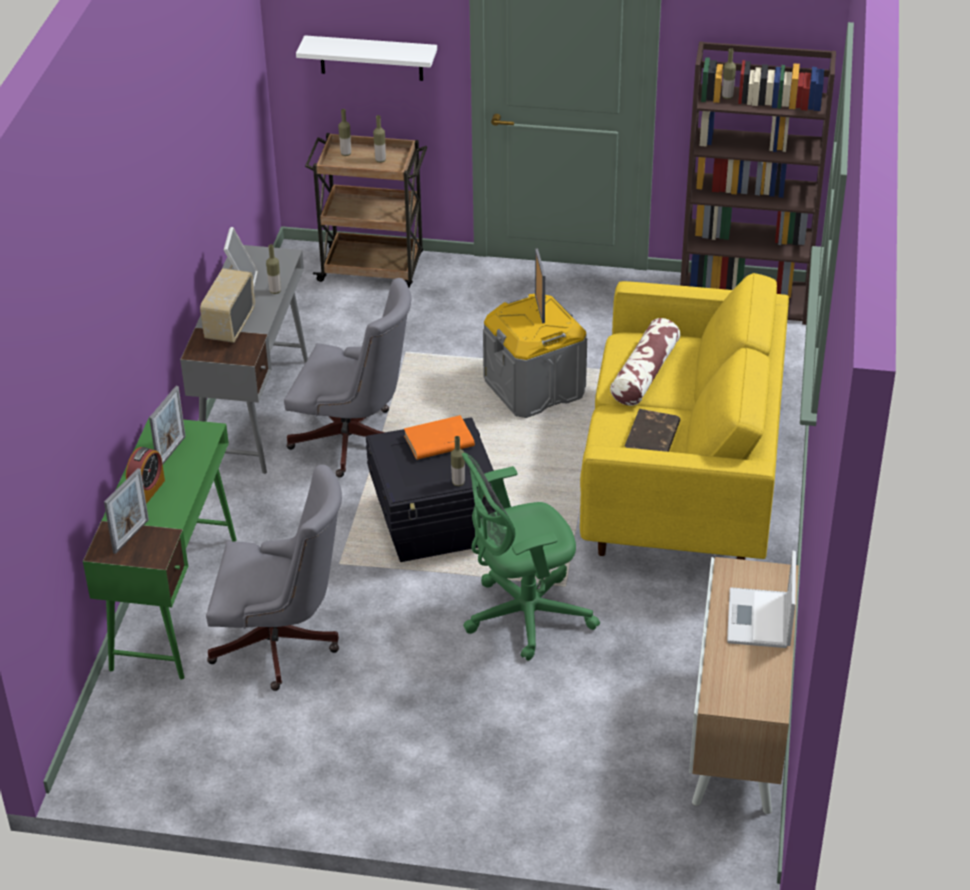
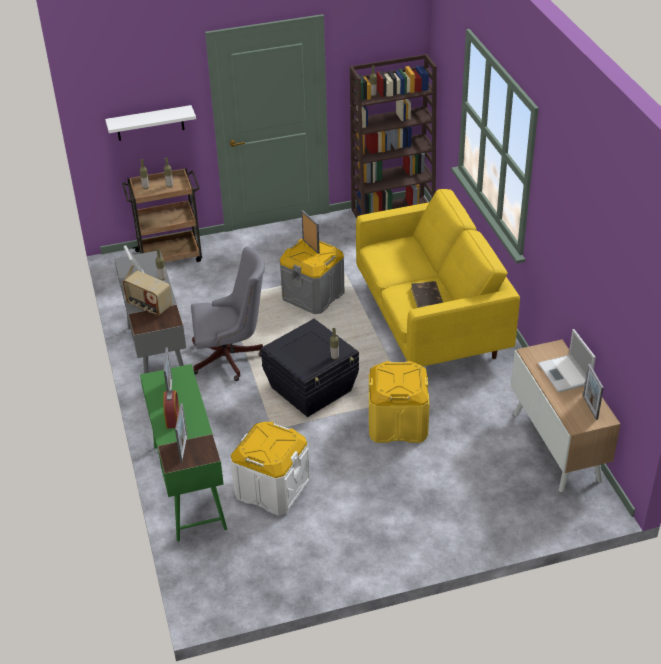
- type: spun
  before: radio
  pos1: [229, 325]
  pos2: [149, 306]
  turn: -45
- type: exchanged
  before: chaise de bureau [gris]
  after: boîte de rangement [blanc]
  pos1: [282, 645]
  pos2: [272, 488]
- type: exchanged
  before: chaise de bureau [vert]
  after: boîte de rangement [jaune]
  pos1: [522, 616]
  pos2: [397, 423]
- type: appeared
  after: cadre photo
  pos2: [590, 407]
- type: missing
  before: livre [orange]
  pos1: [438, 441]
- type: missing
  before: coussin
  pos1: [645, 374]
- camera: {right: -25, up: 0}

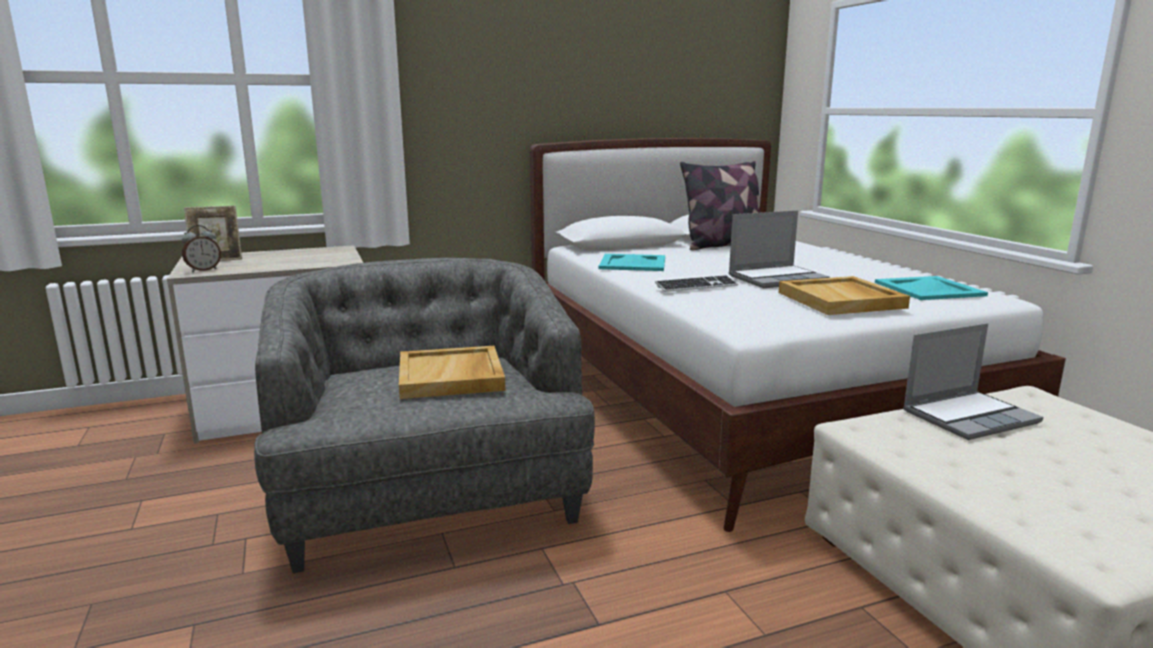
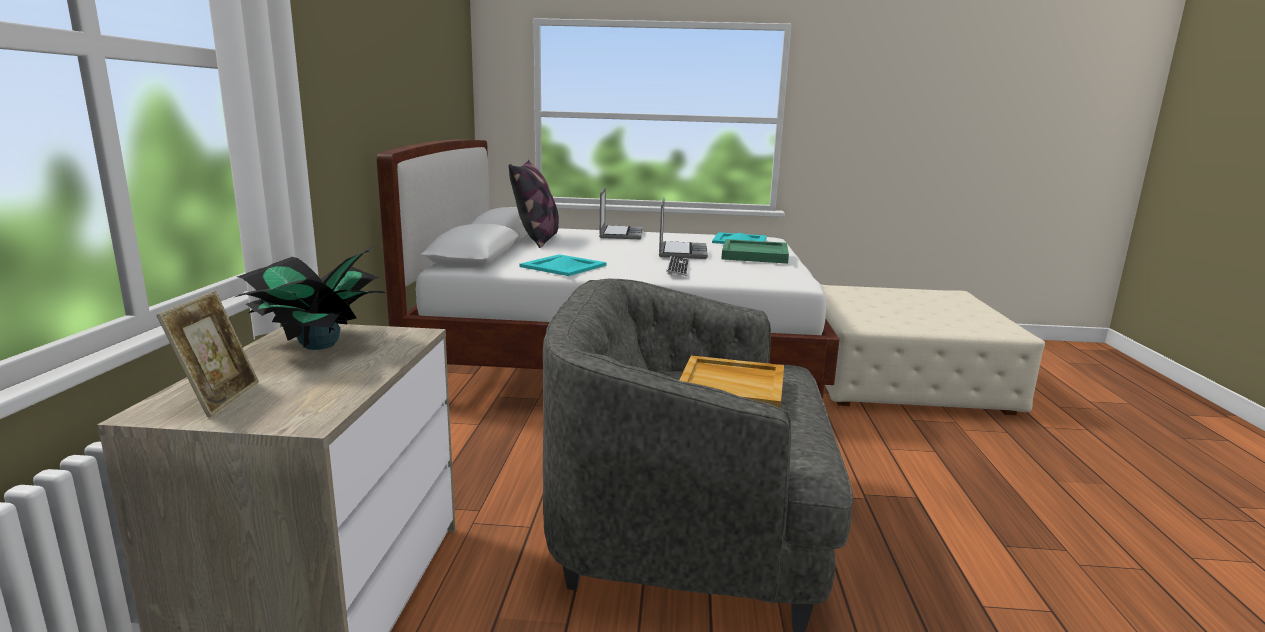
- type: appeared
  after: plante en pot
  pos2: [318, 346]
- type: relocated
  before: ordinateur portable
  pos1: [969, 416]
  pos2: [620, 234]
- type: colour
  before: plateau [beige]
  after: plateau [vert]
  pos1: [842, 300]
  pos2: [755, 255]
- type: missing
  before: réveil
  pos1: [203, 270]
- camera: {right: -65, up: 0}

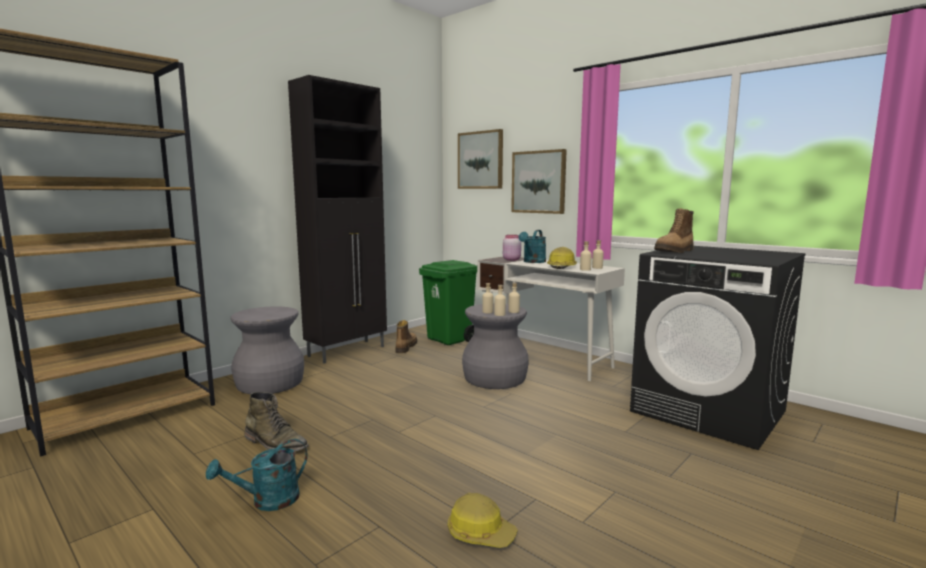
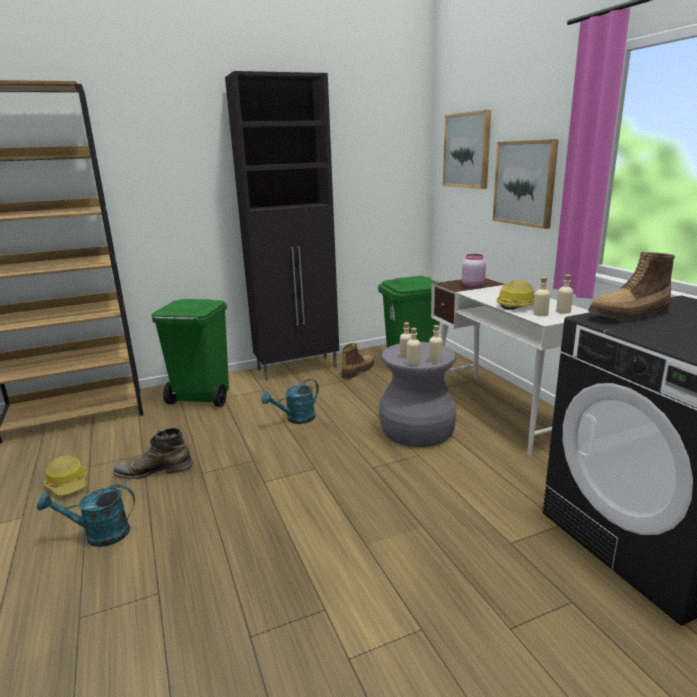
- type: relocated
  before: casque de chantier
  pos1: [480, 533]
  pos2: [68, 484]
- type: spun
  before: botte [vert]
  pos1: [275, 443]
  pos2: [154, 470]
  turn: 120
- type: exchanged
  before: tabouret [gris]
  after: poubelle [vert]
  pos1: [269, 384]
  pos2: [201, 398]
- type: relocated
  before: arrosoir [turquoise]
  pos1: [533, 262]
  pos2: [296, 419]
- camera: {right: 25, up: 10}

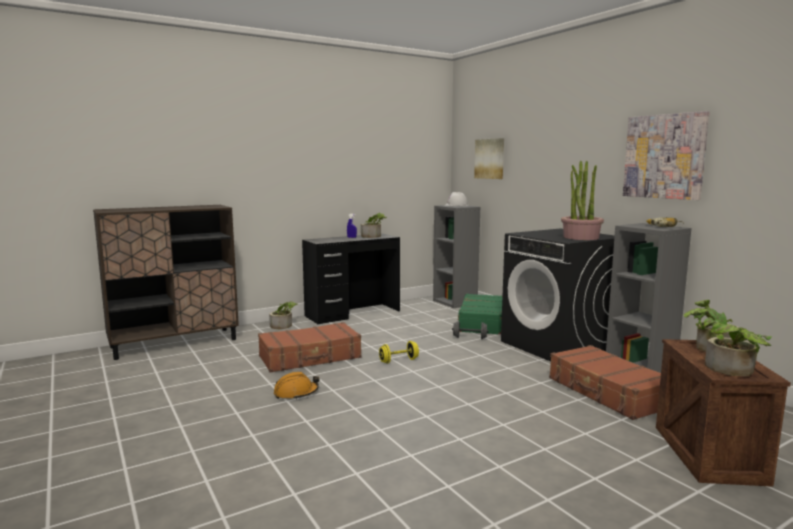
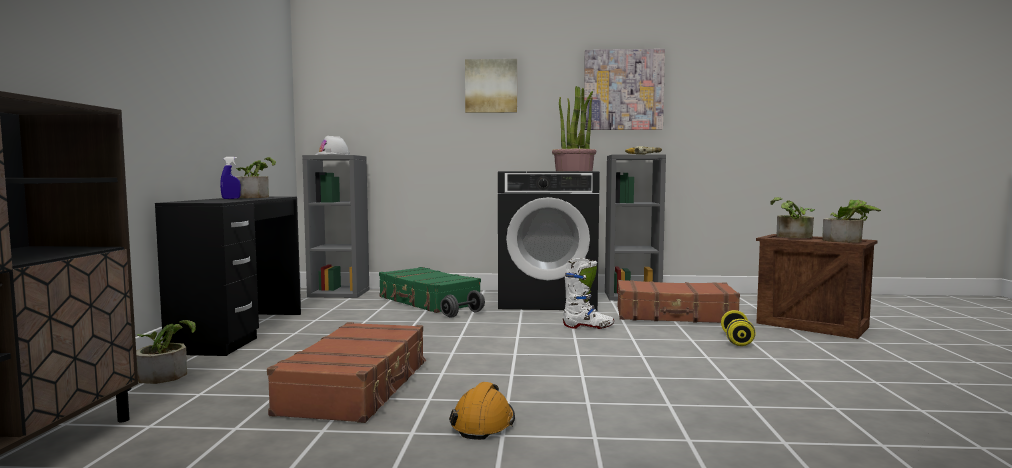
- type: relocated
  before: tableau
  pos1: [490, 158]
  pos2: [491, 86]
- type: appeared
  after: botte [blanc]
  pos2: [588, 327]
- type: relocated
  before: haltère [jaune]
  pos1: [398, 361]
  pos2: [737, 340]
- camera: {right: -55, up: -5}

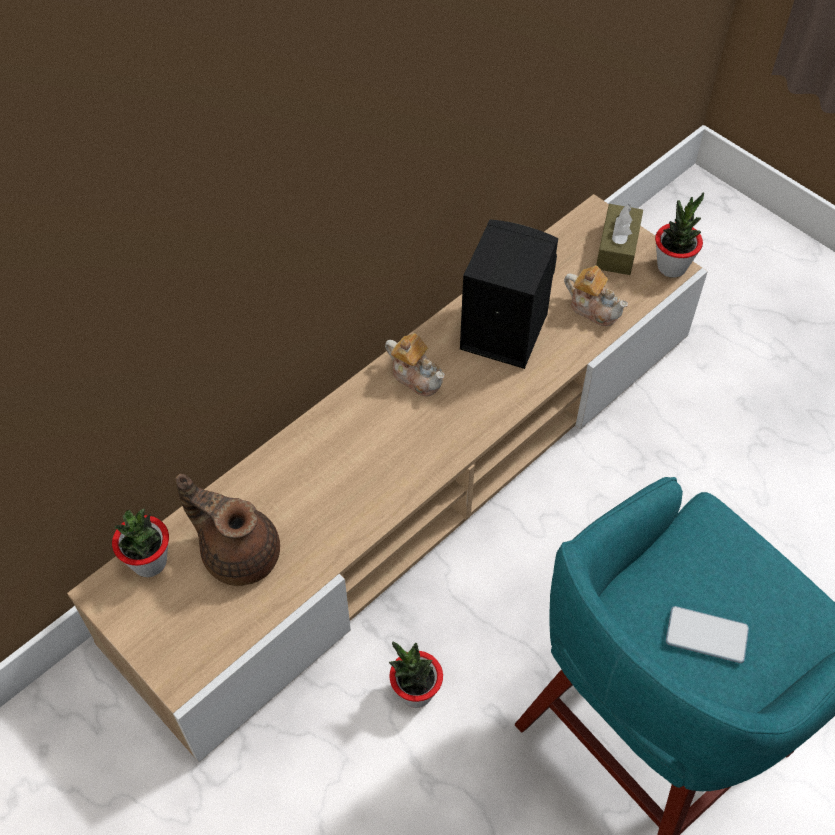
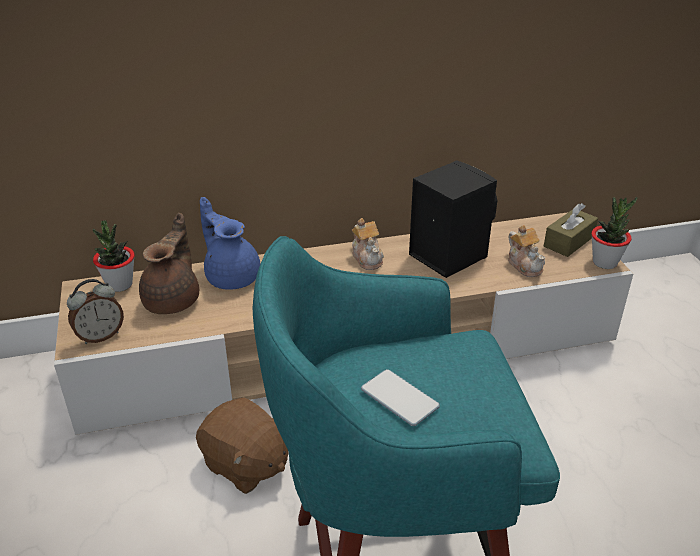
- type: appeared
  after: réveil
  pos2: [100, 336]
- type: spun
  before: théière [marron]
  pos1: [239, 552]
  pos2: [174, 300]
  turn: 45
- type: exchanged
  before: plante en pot
  after: peluche [marron]
  pos1: [415, 692]
  pos2: [246, 464]
- type: appeared
  after: théière [bleu]
  pos2: [232, 276]
- camera: {right: 30, up: -20}

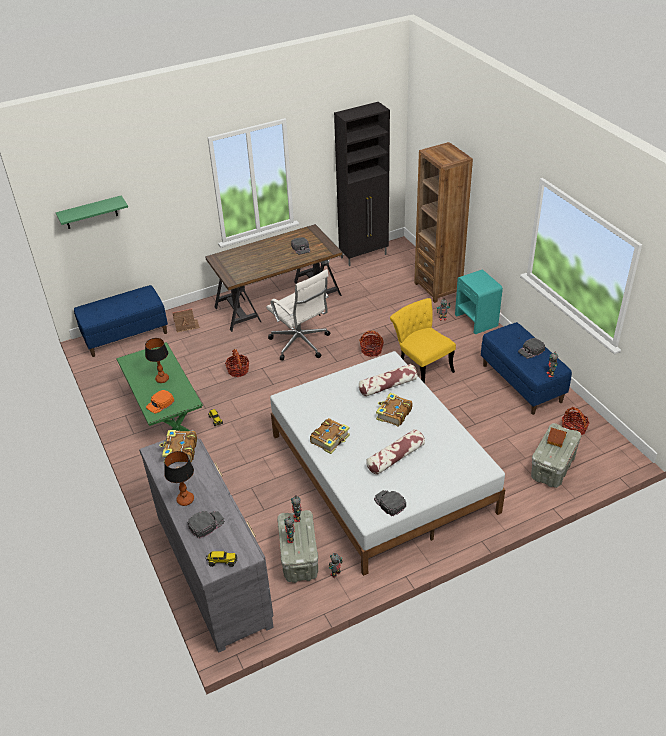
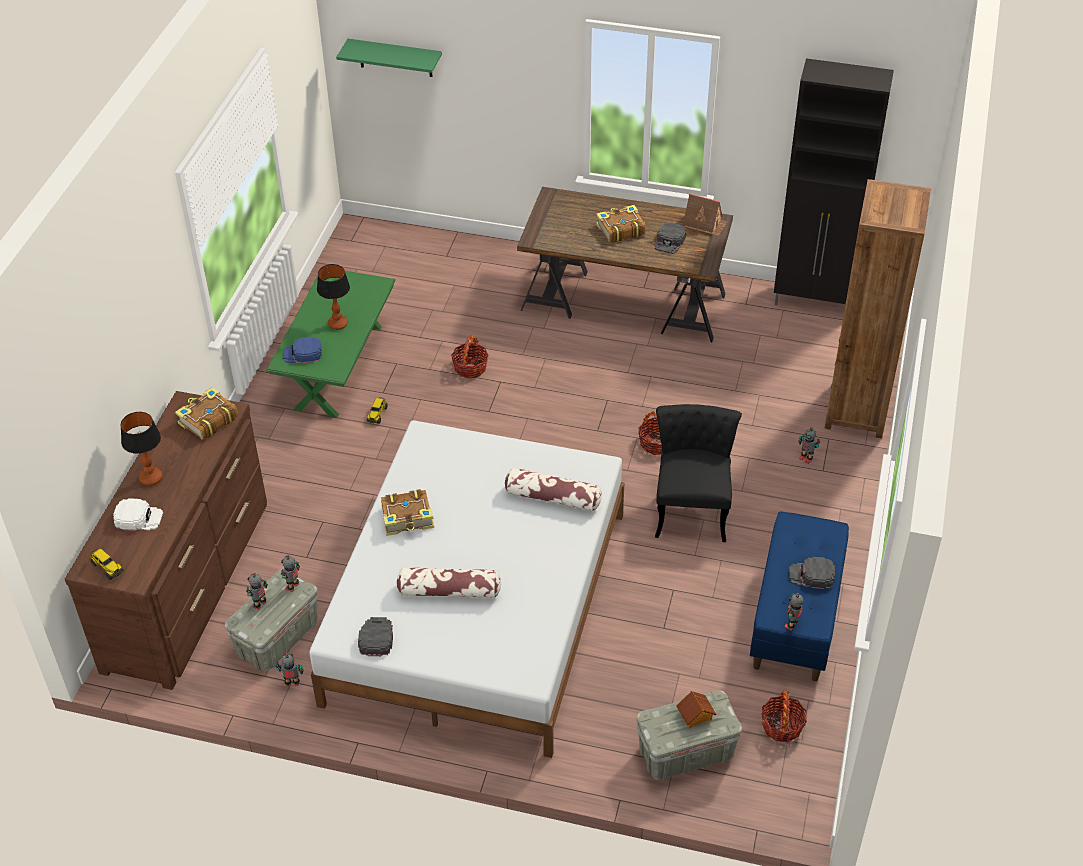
- type: colour
  before: commode [gris]
  after: commode [marron]
  pos1: [213, 568]
  pos2: [188, 583]
- type: colour
  before: casquette [noir]
  after: casquette [blanc]
  pos1: [206, 524]
  pos2: [139, 518]
- type: colour
  before: casquette [orange]
  after: casquette [bleu]
  pos1: [160, 404]
  pos2: [302, 353]
- type: relocated
  before: livre
  pos1: [393, 414]
  pos2: [620, 230]
- type: colour
  before: chaise [jaune]
  after: chaise [noir]
  pos1: [421, 367]
  pos2: [691, 507]
- type: relocated
  before: maison miniature
  pos1: [186, 326]
  pos2: [704, 224]
- type: missing
  before: banc [bleu]
  pos1: [126, 335]
- type: missing
  before: chaise de bureau [blanc]
  pos1: [300, 344]
- type: missing
  before: table de chevet [turquoise]
  pos1: [476, 320]
- camera: {right: 40, up: 5}

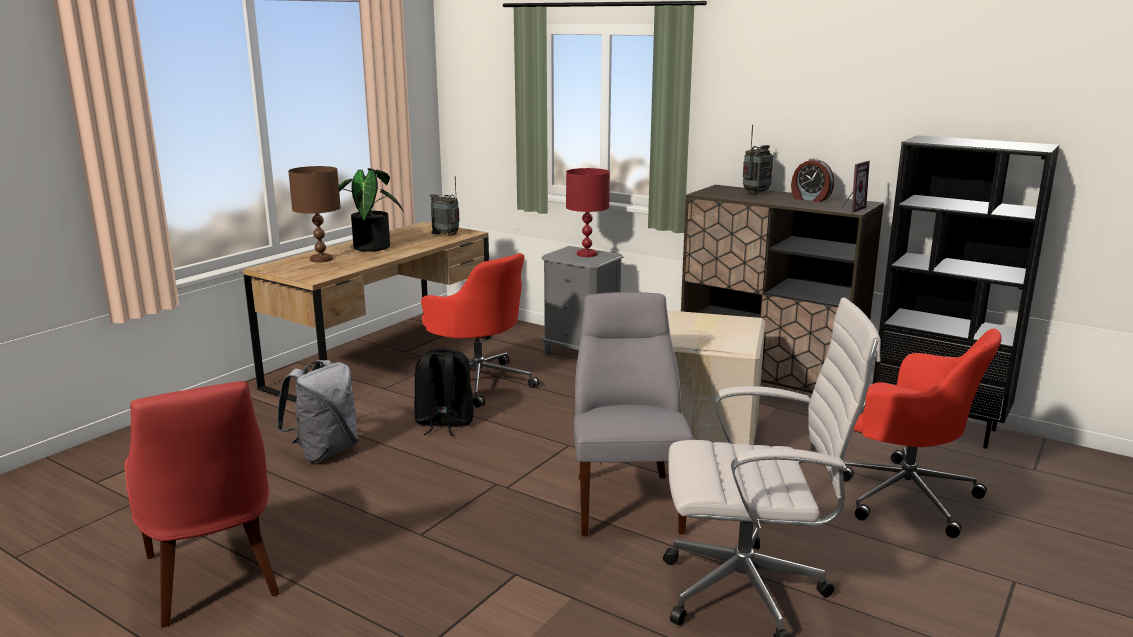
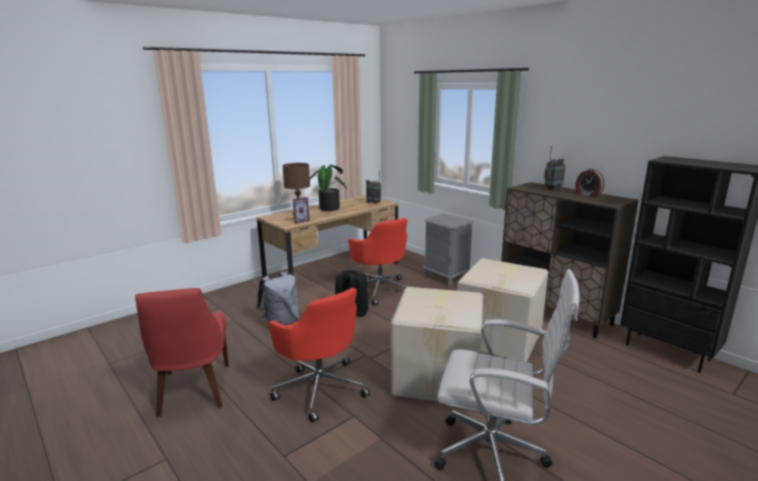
- type: relocated
  before: chaise de bureau [rouge]
  pos1: [903, 495]
  pos2: [320, 387]
- type: relocated
  before: cadre photo
  pos1: [851, 209]
  pos2: [300, 221]
- type: exchanged
  before: chaise [gris]
  after: carton
  pos1: [627, 500]
  pos2: [438, 376]
- type: missing
  before: lampe de table [rouge]
  pos1: [587, 254]
- camera: {right: 15, up: 0}

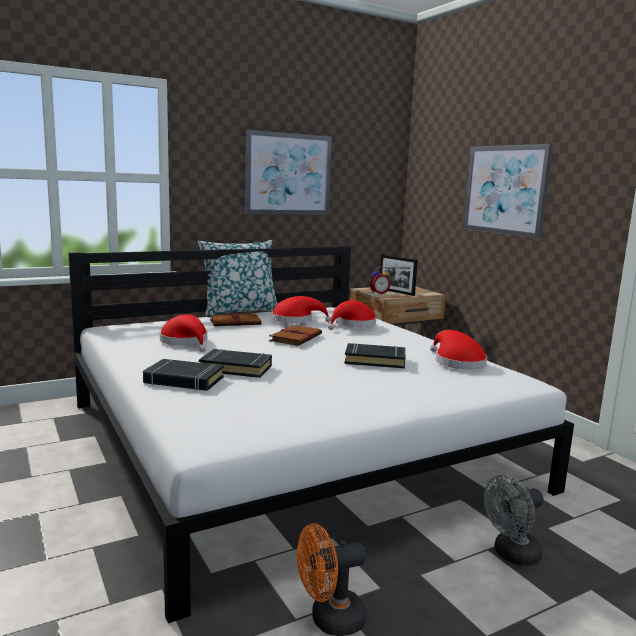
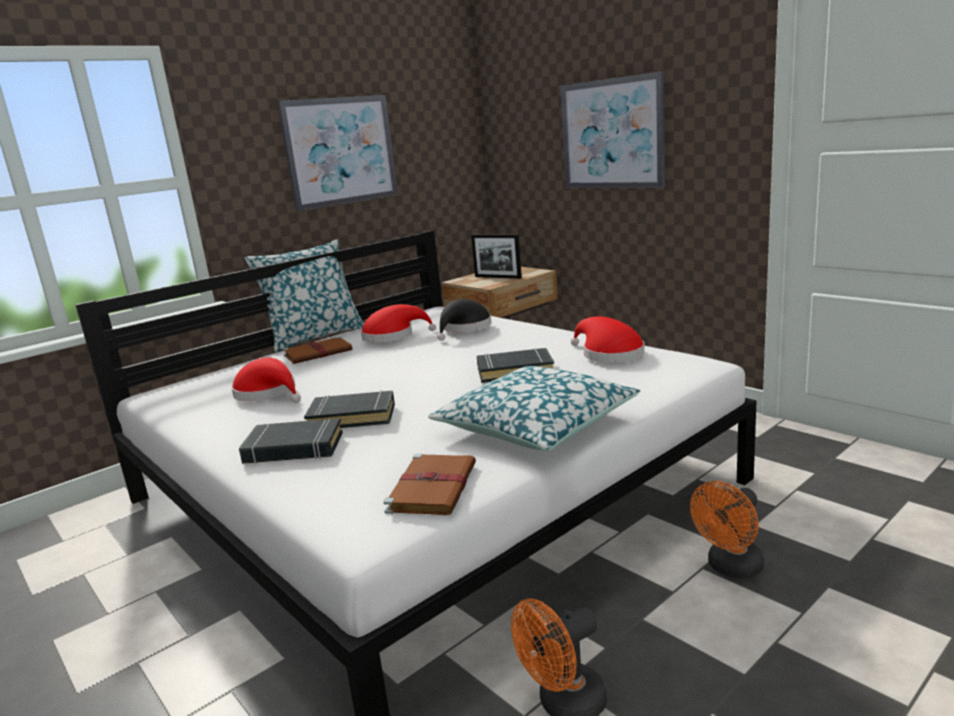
- type: relocated
  before: livre [marron]
  pos1: [296, 337]
  pos2: [433, 487]
- type: appeared
  after: coussin
  pos2: [535, 426]
- type: colour
  before: chapeau [rouge]
  after: chapeau [noir]
  pos1: [353, 324]
  pos2: [464, 328]
- type: colour
  before: ventilateur [gris]
  after: ventilateur [orange]
  pos1: [512, 555]
  pos2: [730, 568]
- type: missing
  before: réveil
  pos1: [378, 293]
- camera: {right: -10, up: 5}

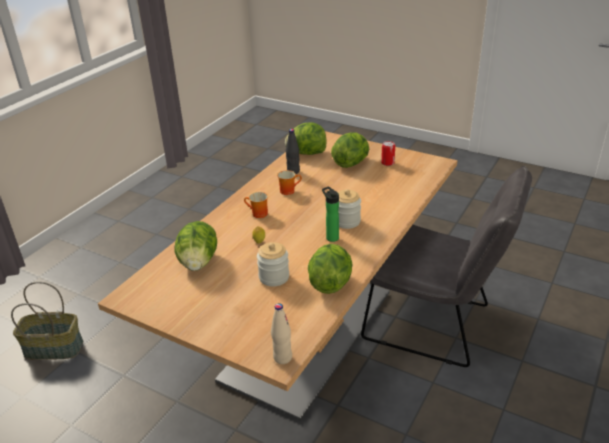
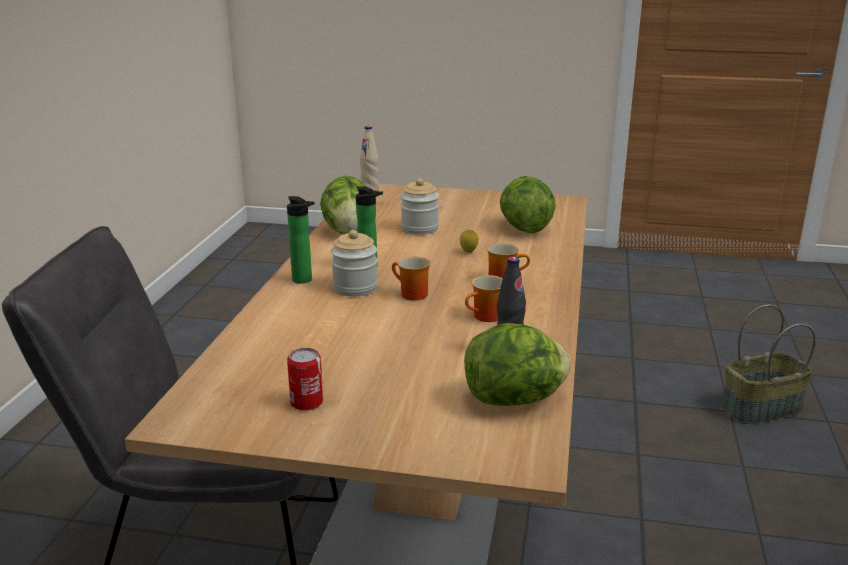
- type: appeared
  after: bouteille
  pos2: [304, 280]
- type: appeared
  after: mug
  pos2: [410, 295]
- type: missing
  before: laitue
  pos1: [351, 163]
- camera: {right: 160, up: -10}

